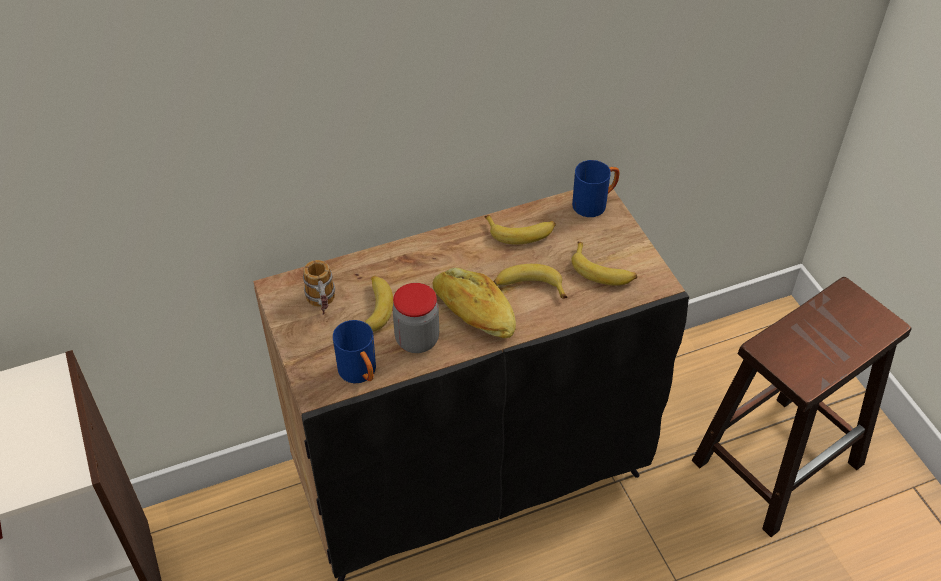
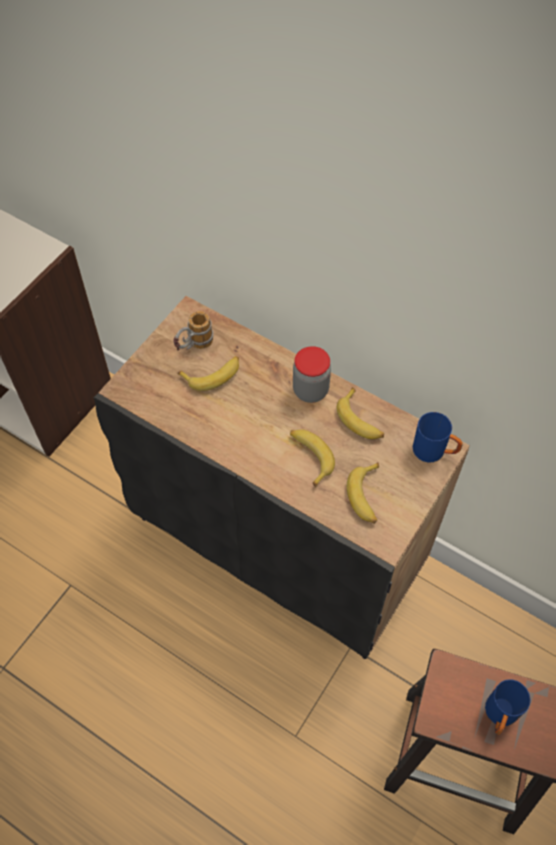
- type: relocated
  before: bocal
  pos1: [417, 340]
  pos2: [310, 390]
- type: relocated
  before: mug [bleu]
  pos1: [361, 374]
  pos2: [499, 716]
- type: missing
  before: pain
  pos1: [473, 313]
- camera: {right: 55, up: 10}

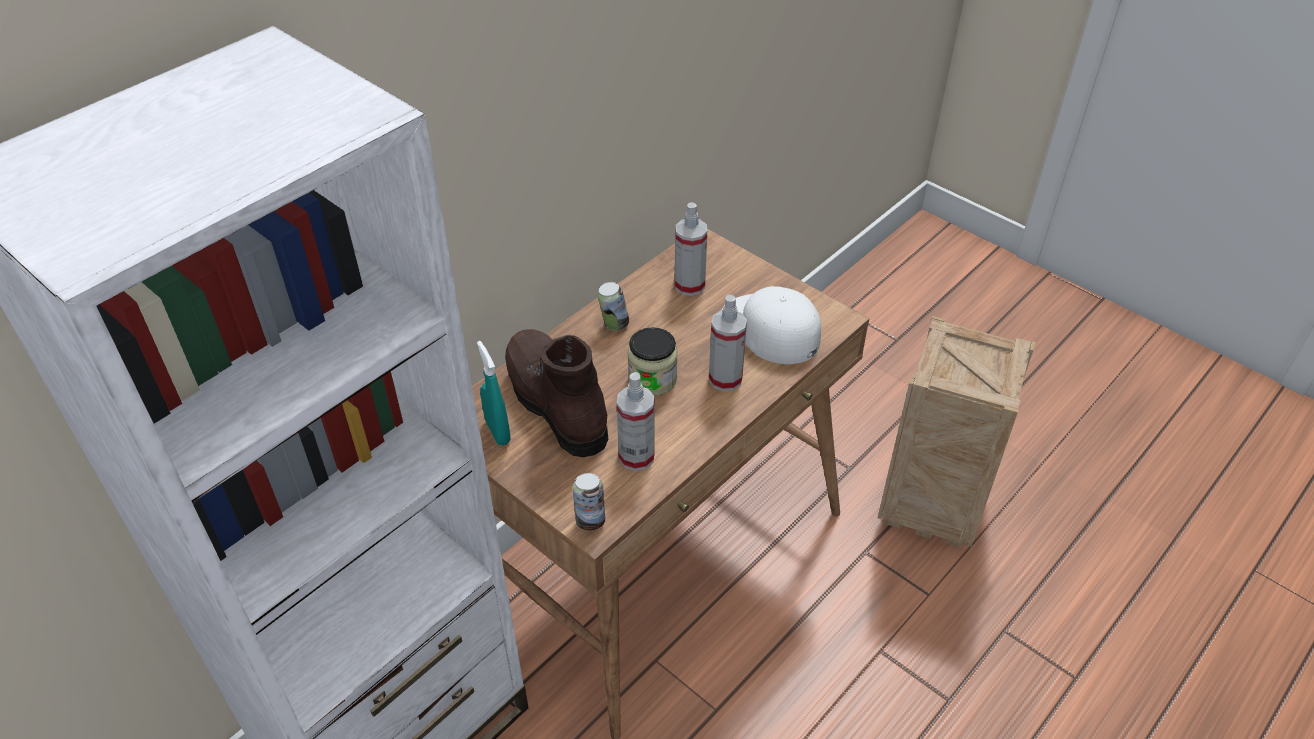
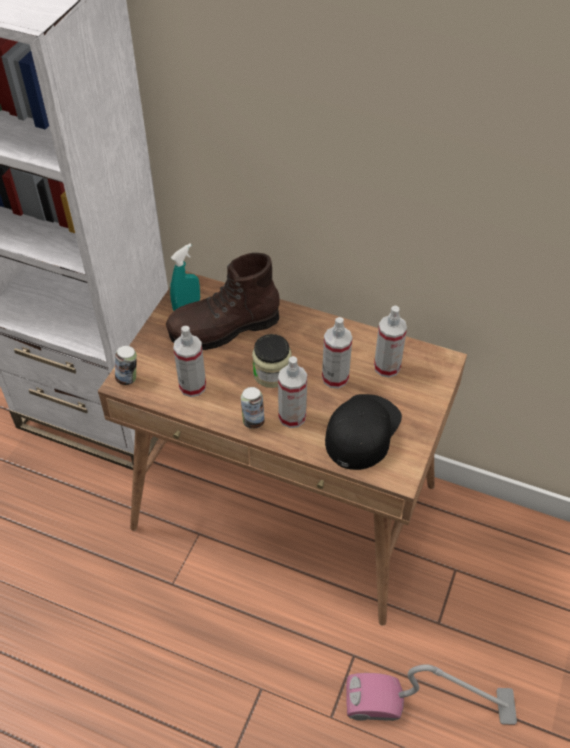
- type: spun
  before: botte [marron]
  pos1: [555, 404]
  pos2: [224, 328]
  turn: -150
- type: relocated
  before: boîte métallique
  pos1: [614, 325]
  pos2: [253, 421]
- type: appeared
  after: vaporisateur
  pos2: [335, 378]
- type: colour
  before: casquette [blanc]
  after: casquette [noir]
  pos1: [769, 329]
  pos2: [362, 431]
- type: exchanged
  before: caisse
  after: aspirateur
  pos1: [934, 506]
  pos2: [429, 704]
- camera: {right: 70, up: 5}

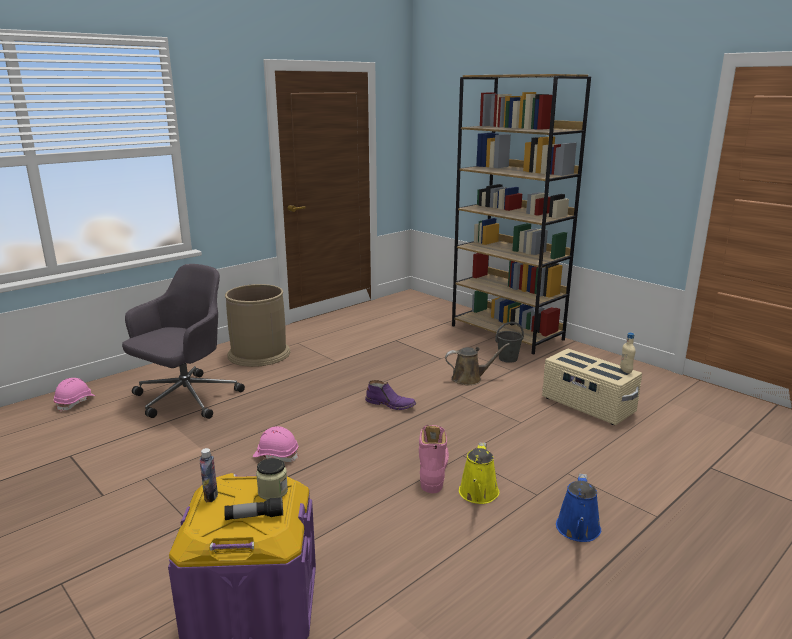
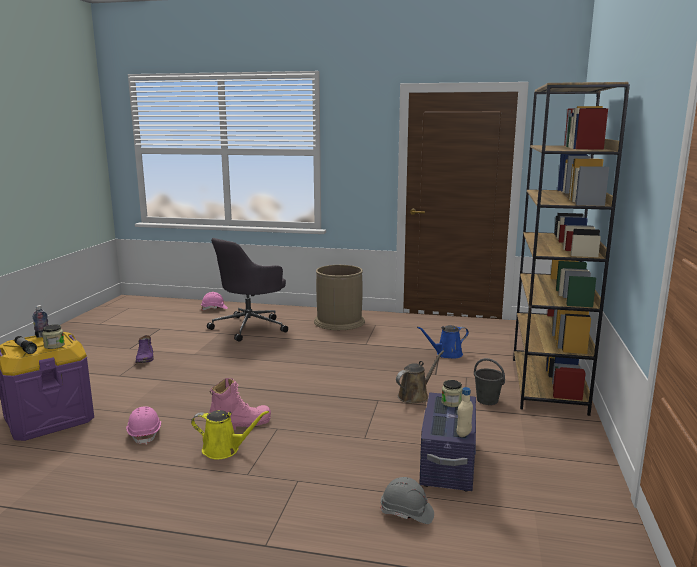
- type: relocated
  before: casque de chantier [rose]
  pos1: [276, 455]
  pos2: [145, 434]
- type: relocated
  before: botte [violet]
  pos1: [391, 404]
  pos2: [145, 358]
- type: spun
  before: arrosoir [jaune]
  pos1: [478, 494]
  pos2: [224, 449]
  turn: -150
- type: spun
  before: chaise de bureau [gris]
  pos1: [185, 399]
  pos2: [250, 327]
  turn: 135
- type: appeared
  after: casque de chantier [gris]
  pos2: [407, 513]
- type: spun
  before: arrosoir [marron]
  pos1: [469, 379]
  pos2: [415, 396]
  turn: -90
- type: relocated
  before: arrosoir [bleu]
  pos1: [578, 531]
  pos2: [447, 354]
- type: colour
  before: boîte de rangement [beige]
  after: boîte de rangement [violet]
  pos1: [588, 405]
  pos2: [447, 462]
- type: appeared
  after: bocal
  pos2: [451, 403]
- camera: {right: 55, up: -5}

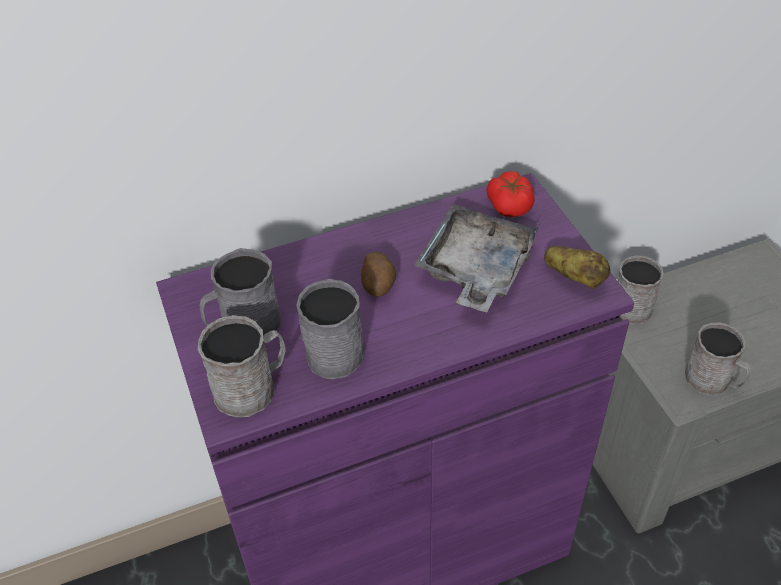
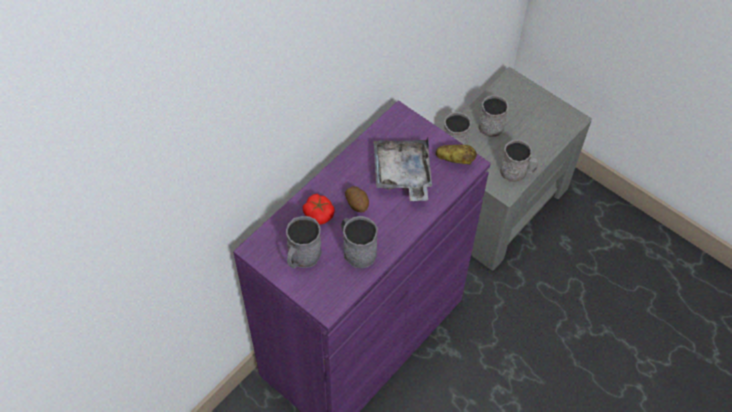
- type: relocated
  before: tomate
  pos1: [510, 205]
  pos2: [319, 213]
- type: relocated
  before: mug [gris]
  pos1: [252, 388]
  pos2: [492, 124]
- camera: {right: -30, up: 10}

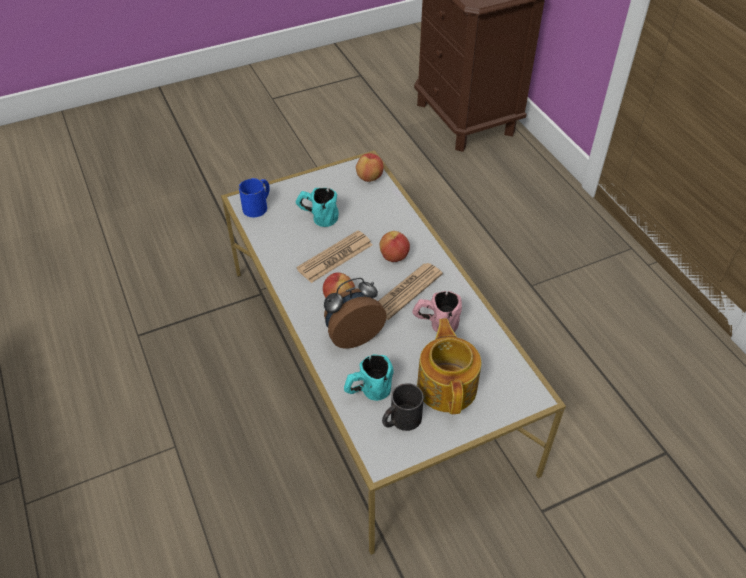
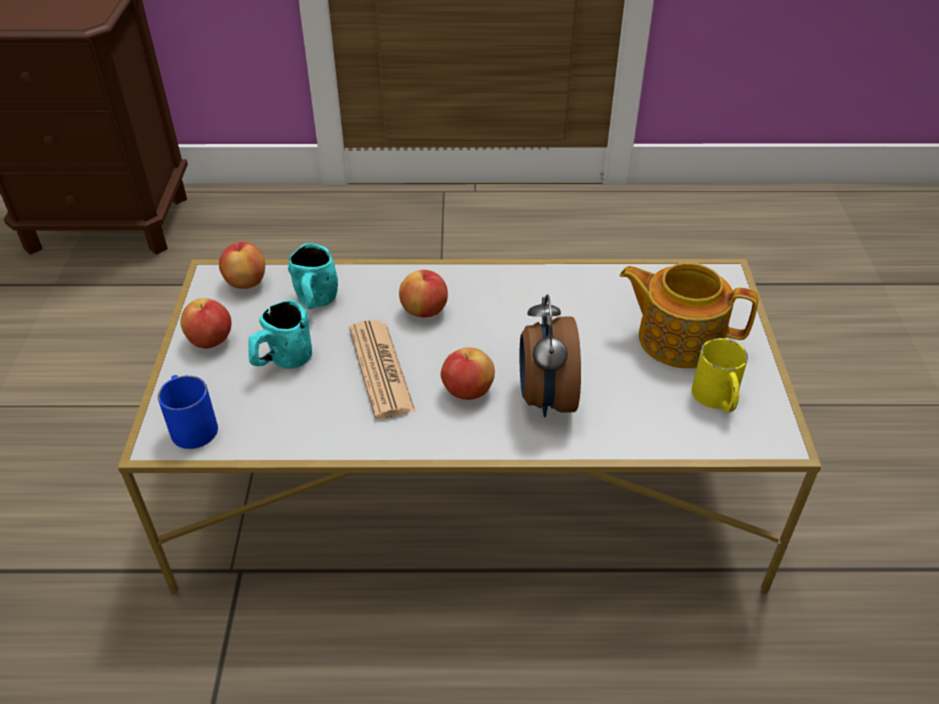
- type: appeared
  after: pomme
  pos2: [210, 340]
- type: relocated
  before: mug [turquoise]
  pos1: [367, 392]
  pos2: [316, 304]
- type: colour
  before: mug [noir]
  after: mug [jaune]
  pos1: [400, 420]
  pos2: [717, 399]
- type: missing
  before: journal
  pos1: [406, 291]
- type: missing
  before: mug [rose]
  pos1: [435, 324]
- camera: {right: -65, up: -5}

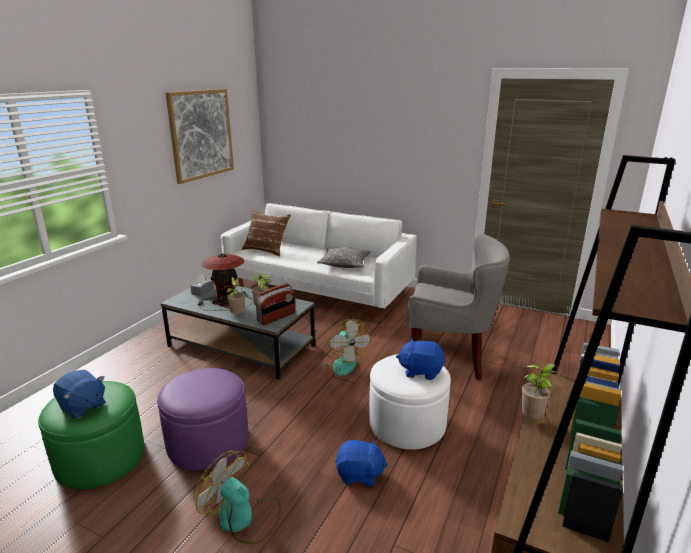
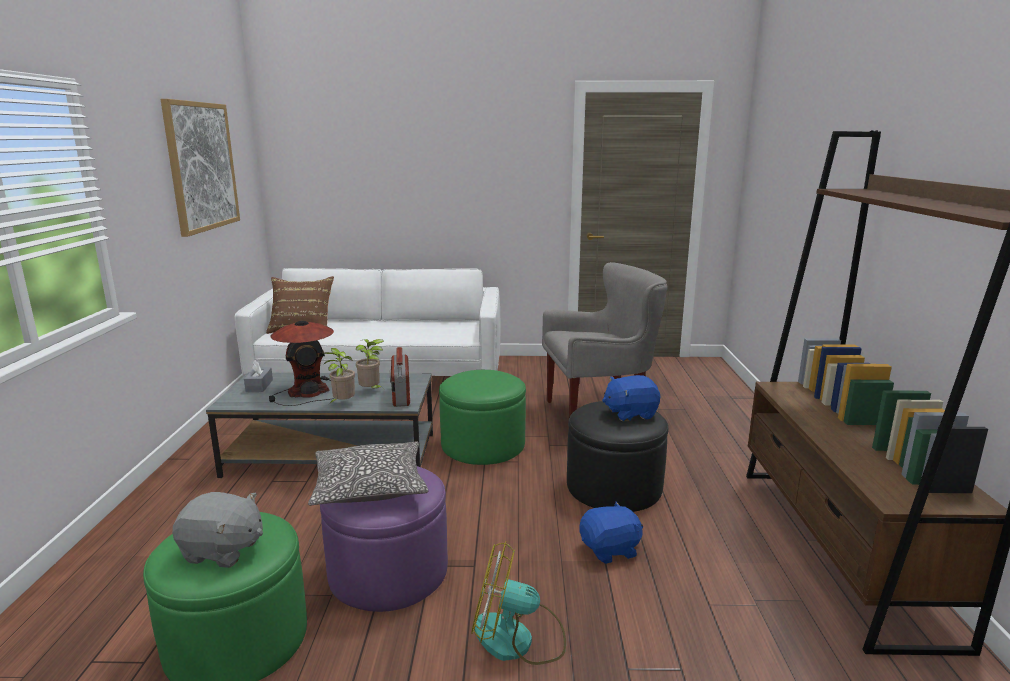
- type: colour
  before: peluche [bleu]
  after: peluche [gris]
  pos1: [82, 406]
  pos2: [223, 551]
- type: relocated
  before: coussin
  pos1: [344, 264]
  pos2: [369, 487]
- type: spun
  before: radio
  pos1: [276, 317]
  pos2: [400, 396]
  turn: 150
- type: exchanged
  before: ventilateur
  after: pouf [vert]
  pos1: [341, 362]
  pos2: [483, 445]
- type: colour
  before: pouf [blanc]
  after: pouf [noir]
  pos1: [407, 423]
  pos2: [614, 487]
- type: missing
  before: plante en pot
  pos1: [532, 419]
- camera: {right: -25, up: -5}

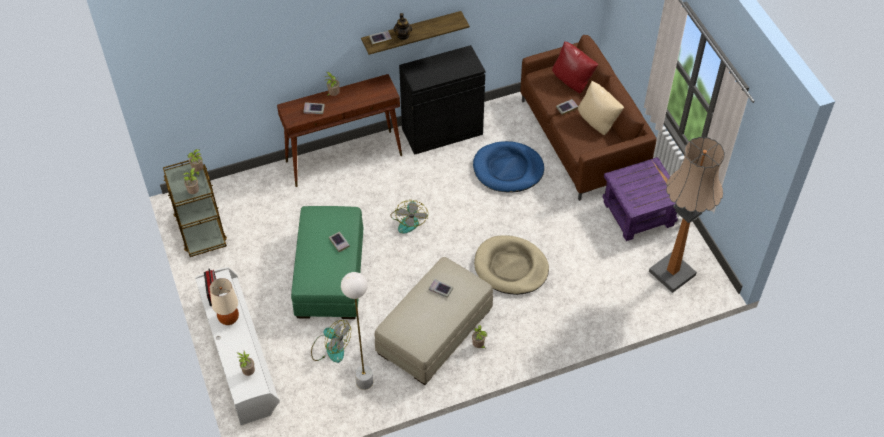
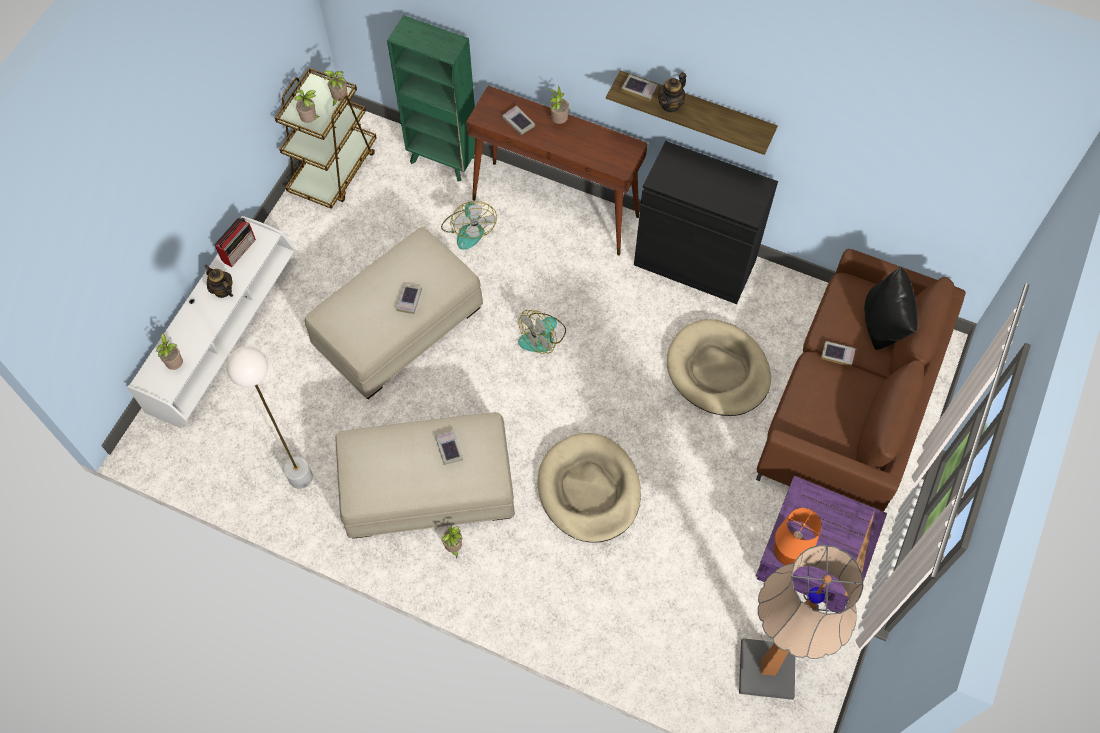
- type: exchanged
  before: lampe de table [beige]
  after: théière
  pos1: [229, 319]
  pos2: [222, 290]
- type: colour
  before: pouf [vert]
  after: pouf [beige]
  pos1: [330, 274]
  pos2: [398, 326]
- type: appeared
  after: bibliothèque [vert]
  pos2: [443, 160]
- type: relocated
  before: ventilateur
  pos1: [330, 348]
  pos2: [468, 229]
- type: colour
  before: panier pour chien [bleu]
  after: panier pour chien [beige]
  pos1: [508, 169]
  pos2: [718, 370]
- type: appeared
  after: lampe de table [orange]
  pos2: [787, 553]
- type: colour
  before: coussin [rouge]
  after: coussin [noir]
  pos1: [572, 82]
  pos2: [883, 327]
- type: missing
  before: coussin [beige]
  pos1: [598, 122]
- camera: {right: 45, up: 10}

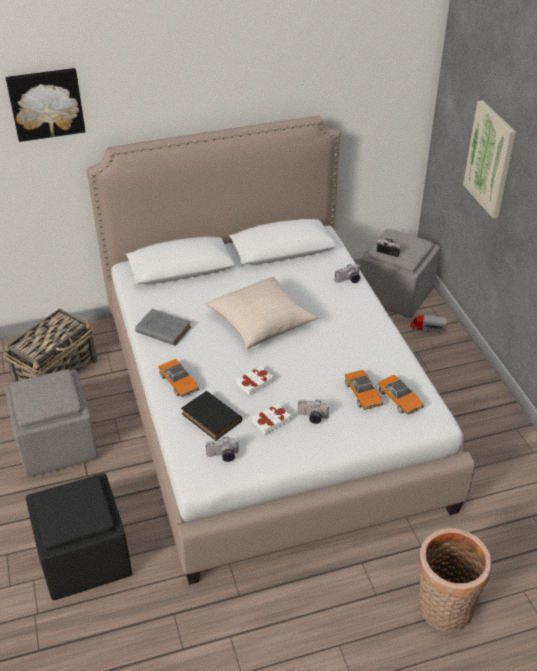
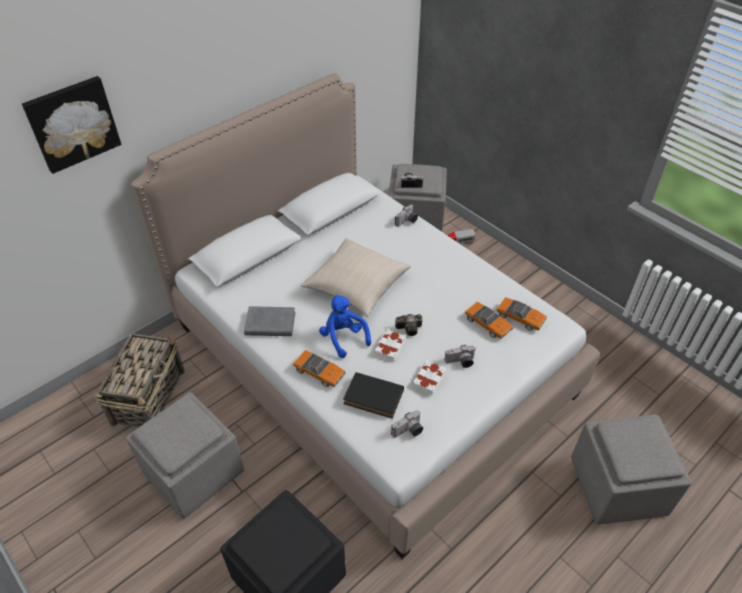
- type: appeared
  after: peluche [bleu]
  pos2: [343, 337]
- type: appeared
  after: appareil photo
  pos2: [410, 328]
- type: exchanged
  before: panier
  after: pouf [gris]
  pos1: [442, 611]
  pos2: [618, 487]
- type: missing
  before: tableau
  pos1: [490, 159]
- camera: {right: -25, up: 5}

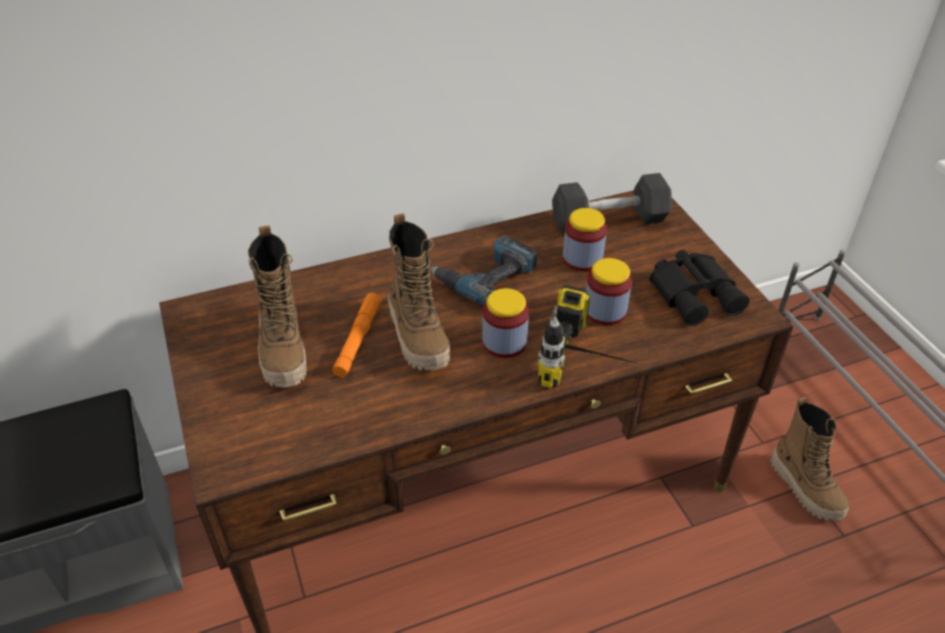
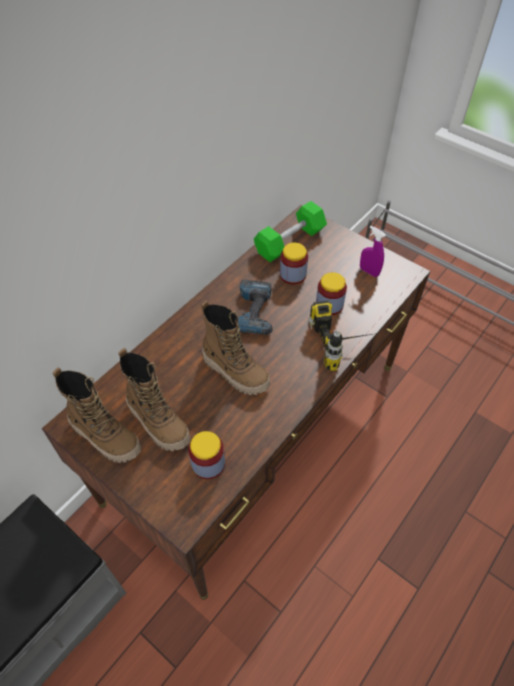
- type: relocated
  before: botte
  pos1: [806, 488]
  pos2: [106, 436]
- type: relocated
  before: bocal
  pos1: [504, 342]
  pos2: [208, 463]
- type: colour
  before: haltère [gris]
  after: haltère [vert]
  pos1: [609, 220]
  pos2: [290, 241]
- type: exchanged
  before: jumelles [noir]
  after: vaporisateur [violet]
  pos1: [695, 293]
  pos2: [369, 271]
- type: missing
  before: lampe de poche [orange]
  pos1: [358, 339]
- camera: {right: -30, up: 10}

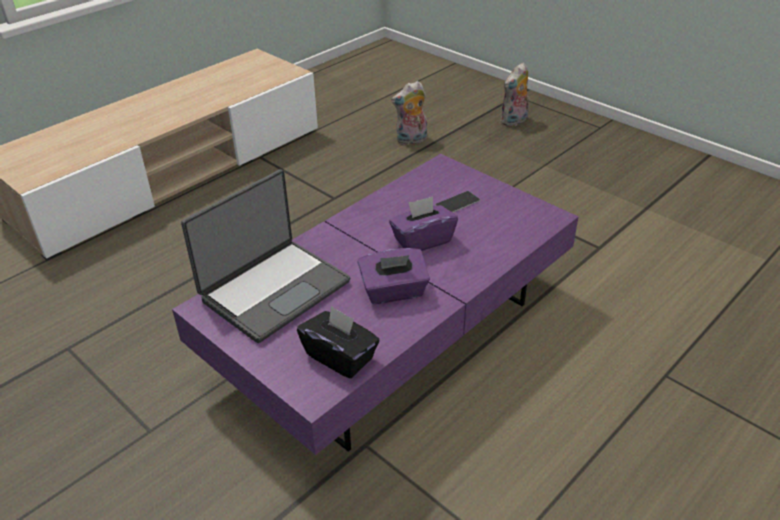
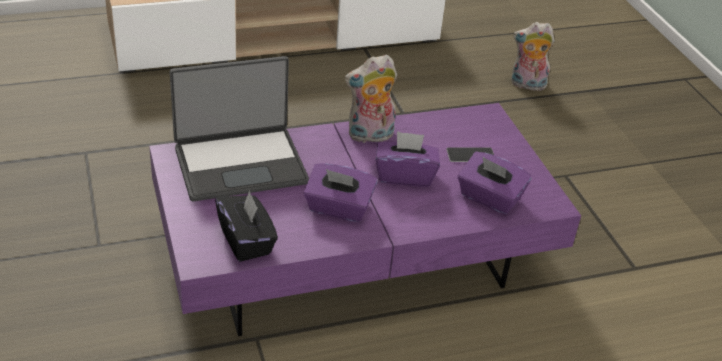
- type: relocated
  before: peluche
  pos1: [514, 121]
  pos2: [370, 136]
- type: appeared
  after: boîte à mouchoirs [violet]
  pos2: [489, 198]
- camera: {right: 25, up: 0}

